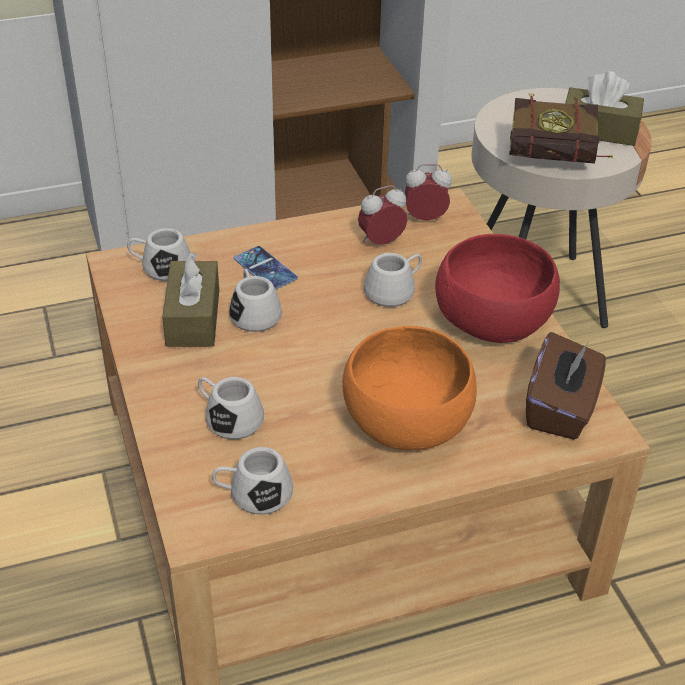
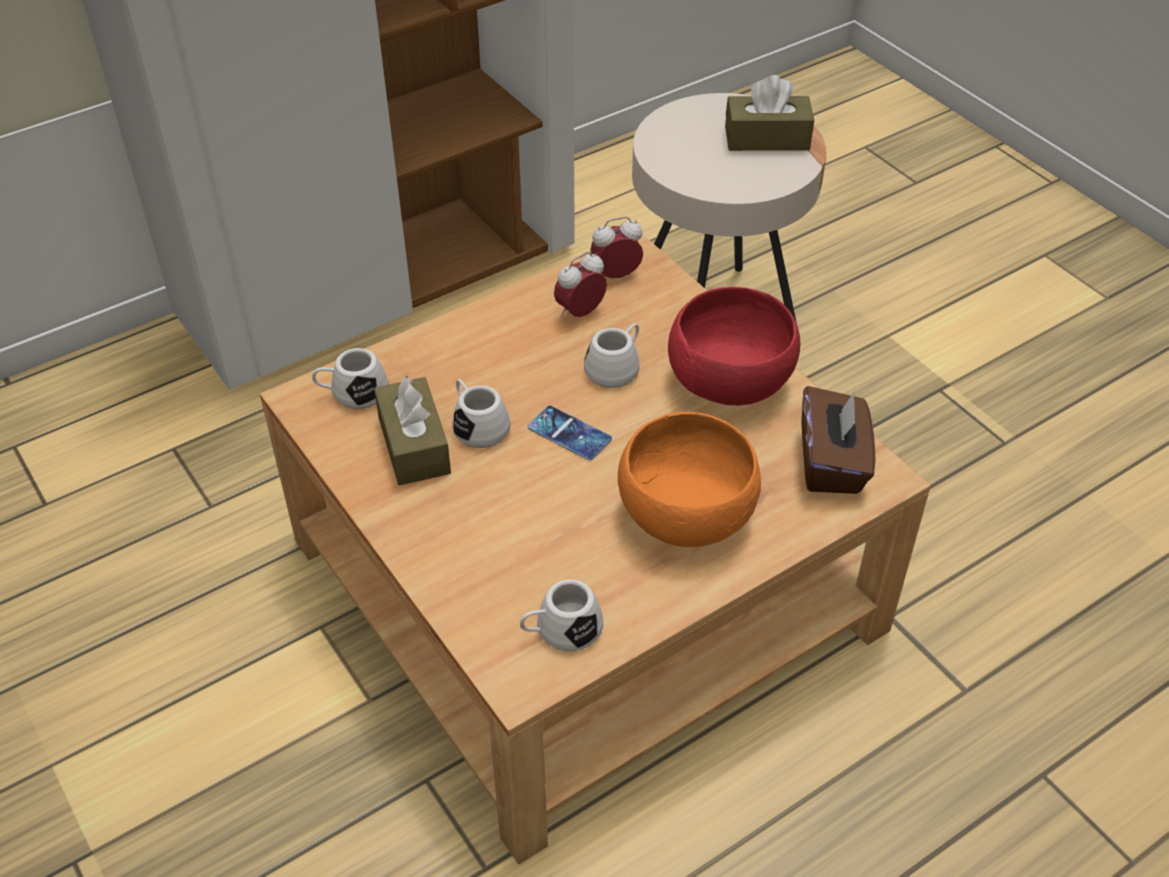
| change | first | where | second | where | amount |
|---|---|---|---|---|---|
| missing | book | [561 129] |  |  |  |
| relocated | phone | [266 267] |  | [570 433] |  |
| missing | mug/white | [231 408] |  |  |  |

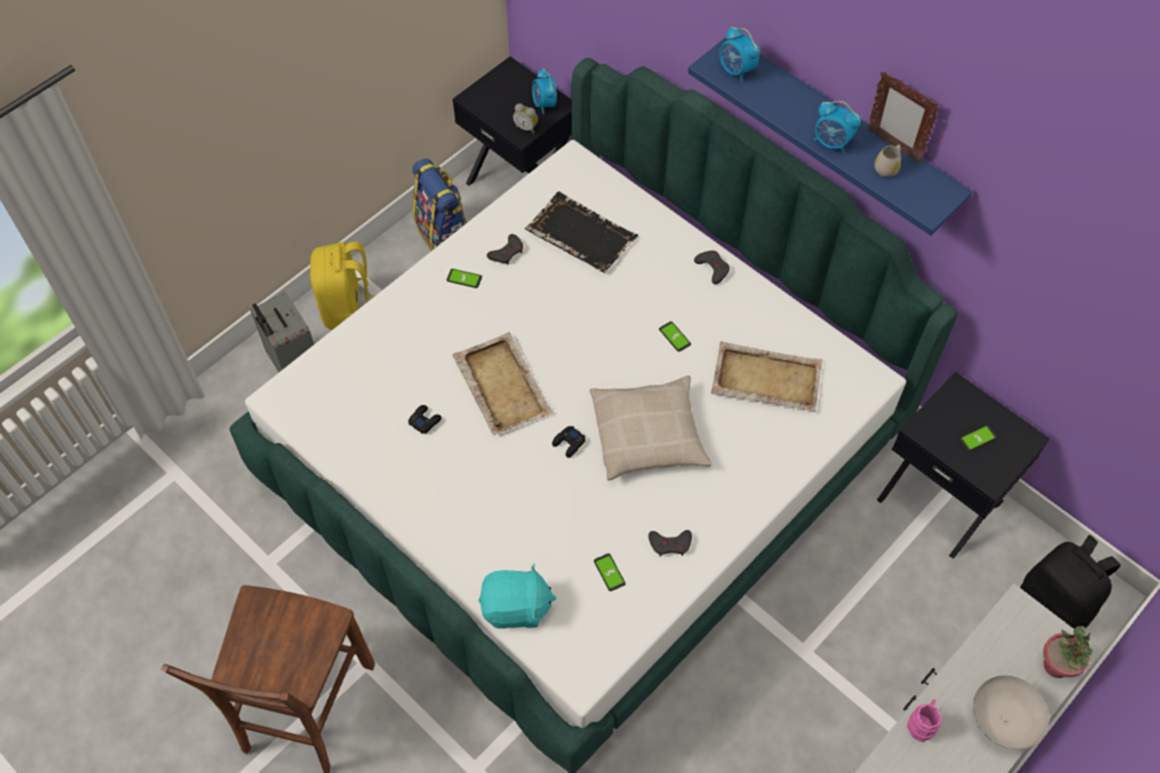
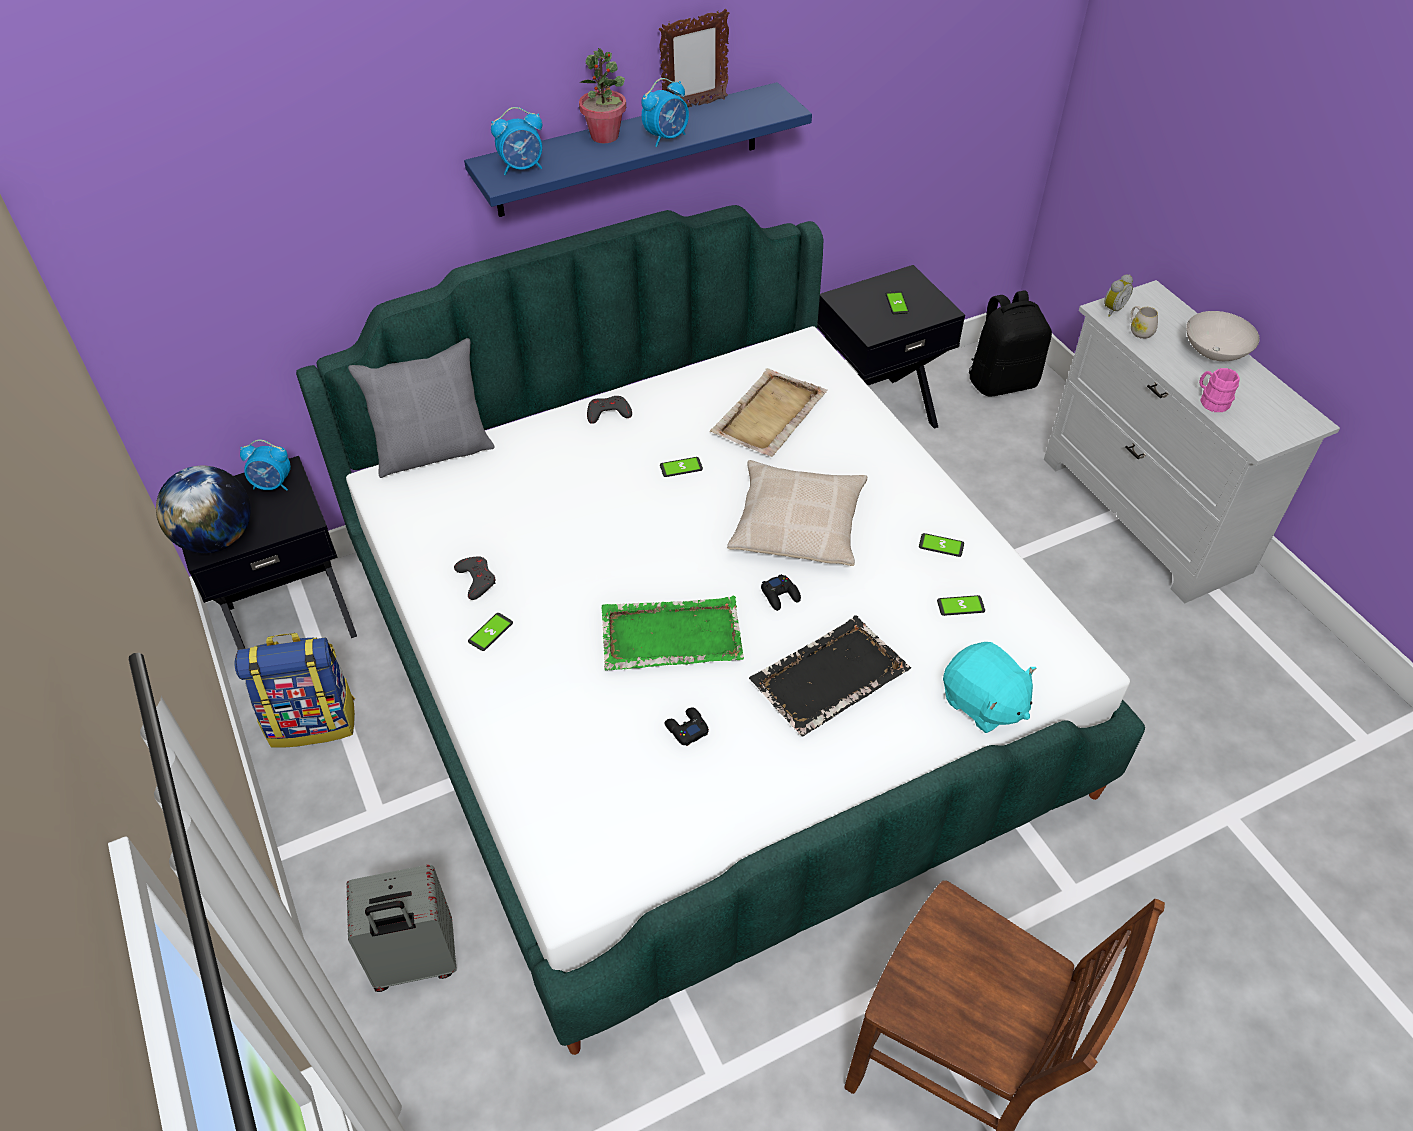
| change | first | where | second | where | amount |
|---|---|---|---|---|---|
| relocated | alarm clock | [525 118] |  | [1118 295] |  |
| relocated | mug/white | [887 161] |  | [1144 322] |  |
| relocated | tray/black | [581 232] |  | [830 675] |  |
| missing | backpack/yellow | [343 286] |  |  |  |
| colour | tray/beige | [502 383] | tray/green | [672 633] |  |
| exchanged | game controller/grey | [670 543] | phone | [941 545] |  |
| spun | plush toy/turquoise | [517 596] |  | [990 687] | 120 degrees clockwise |
| relocated | potted plant | [1068 652] |  | [602 95] |  |
| appeared |  |  | pillow/grey | [421 408] |  |
| appeared |  |  | globe | [203 509] |  |

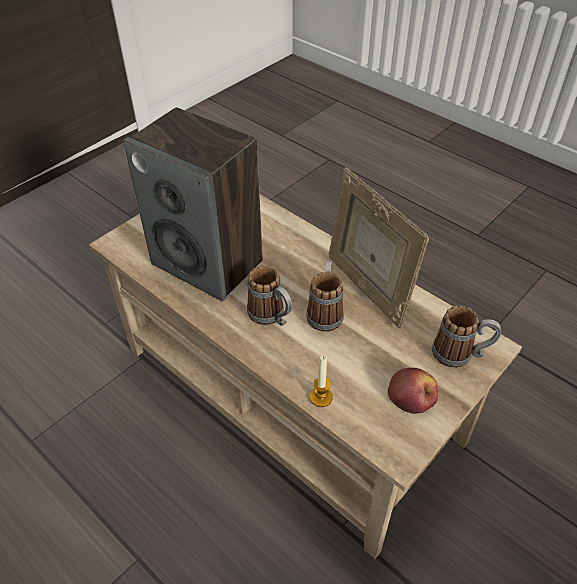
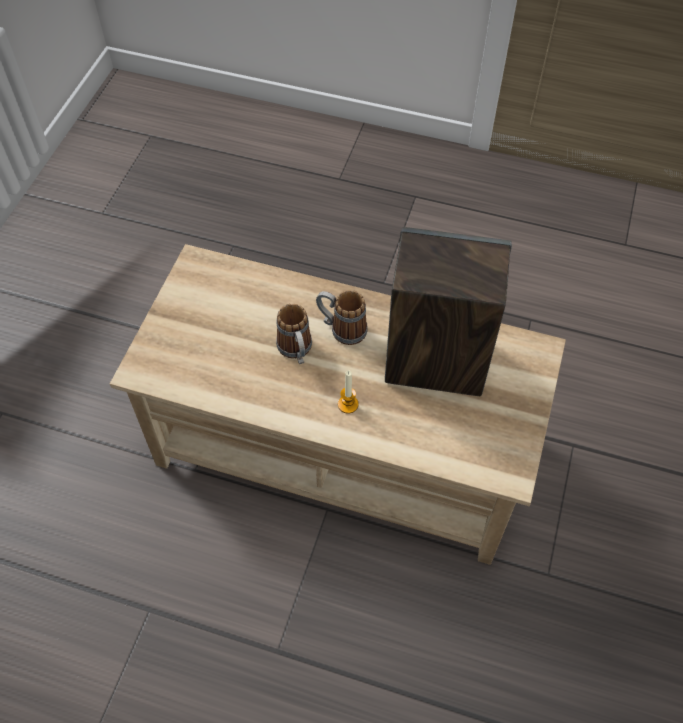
| change | first | where | second | where | amount |
|---|---|---|---|---|---|
| missing | picture frame | [379 248] |  |  |  |
| missing | mug | [466 336] |  |  |  |
| relocated | candle | [321 381] |  | [348 392] |  |
| missing | apple | [413 391] |  |  |  |

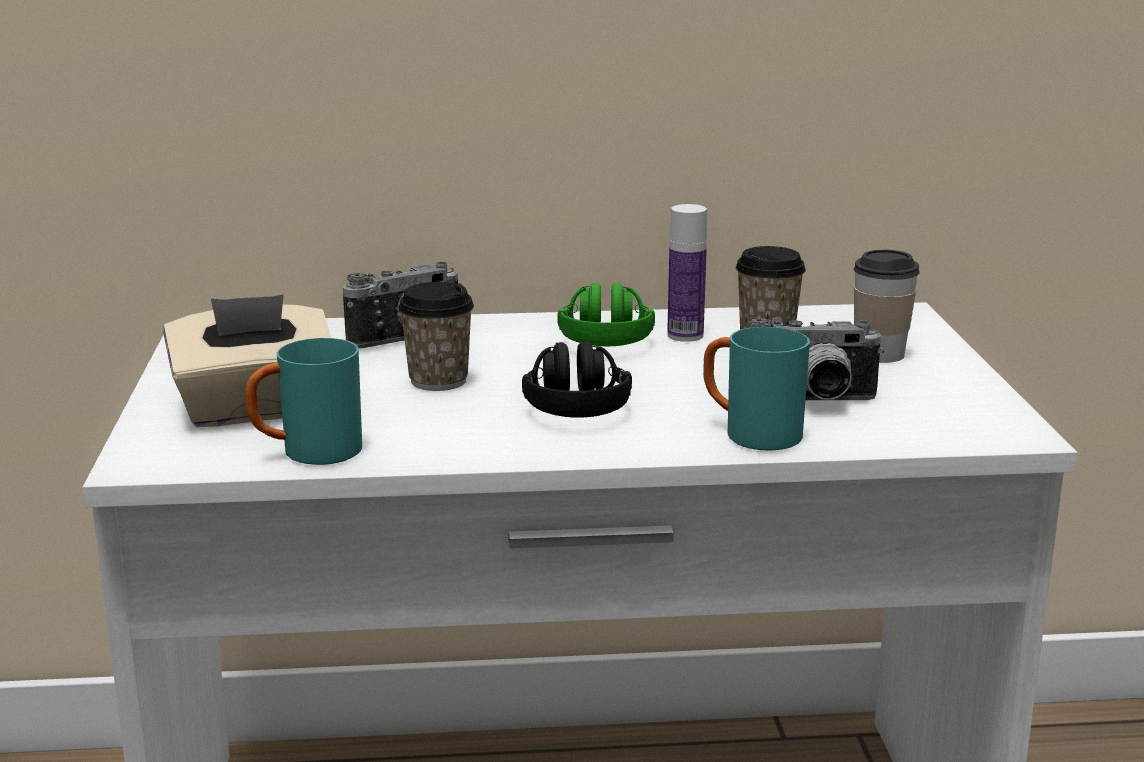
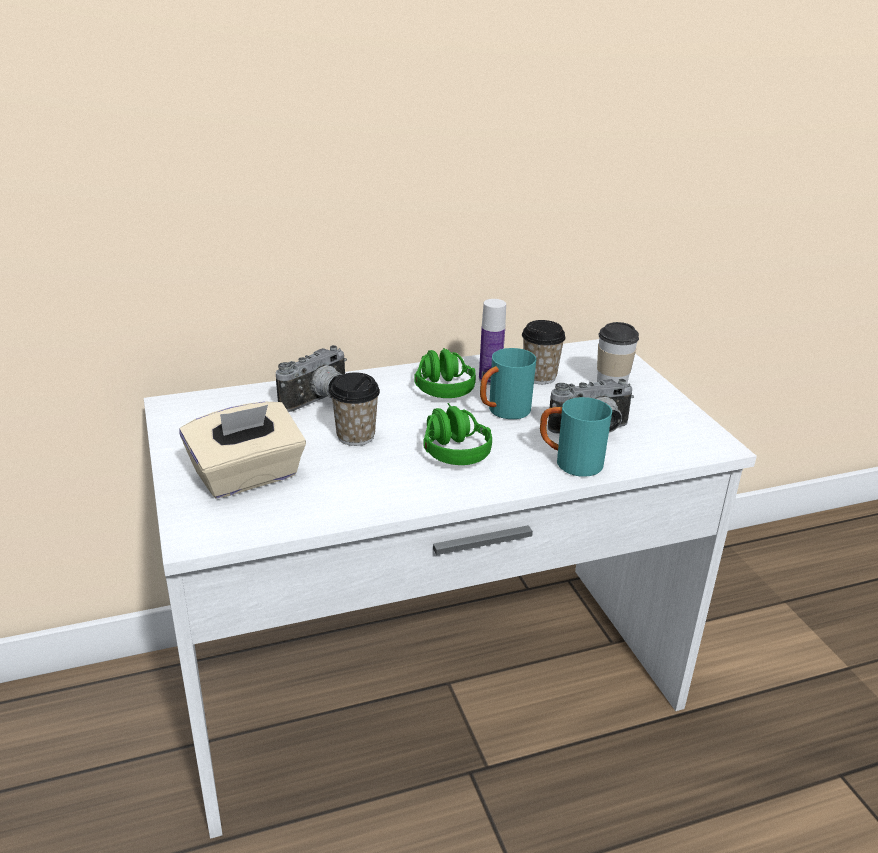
| change | first | where | second | where | amount |
|---|---|---|---|---|---|
| relocated | mug/turquoise | [303 401] |  | [508 383] |  |
| colour | headphones/black | [577 380] | headphones/green | [457 434] |  |

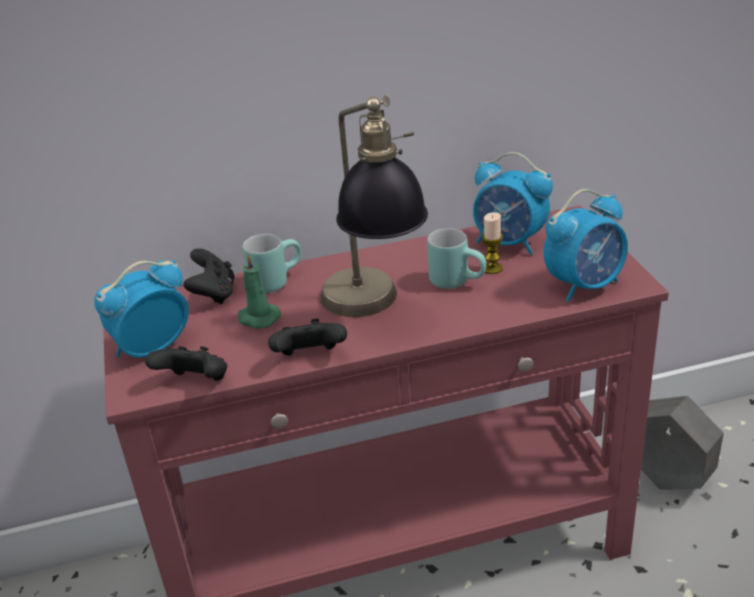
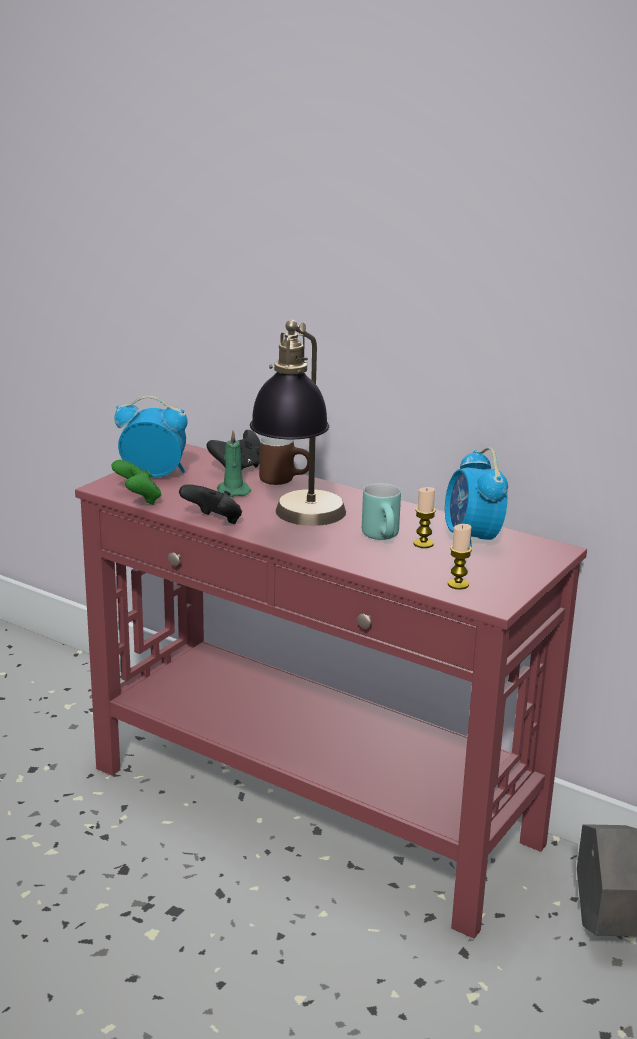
| change | first | where | second | where | amount |
|---|---|---|---|---|---|
| exchanged | alarm clock | [586 245] | candle | [460 557] |  |
| colour | mug/turquoise | [272 263] | mug/brown | [284 460] |  |
| colour | game controller/black | [186 363] | game controller/green | [136 482] |  |

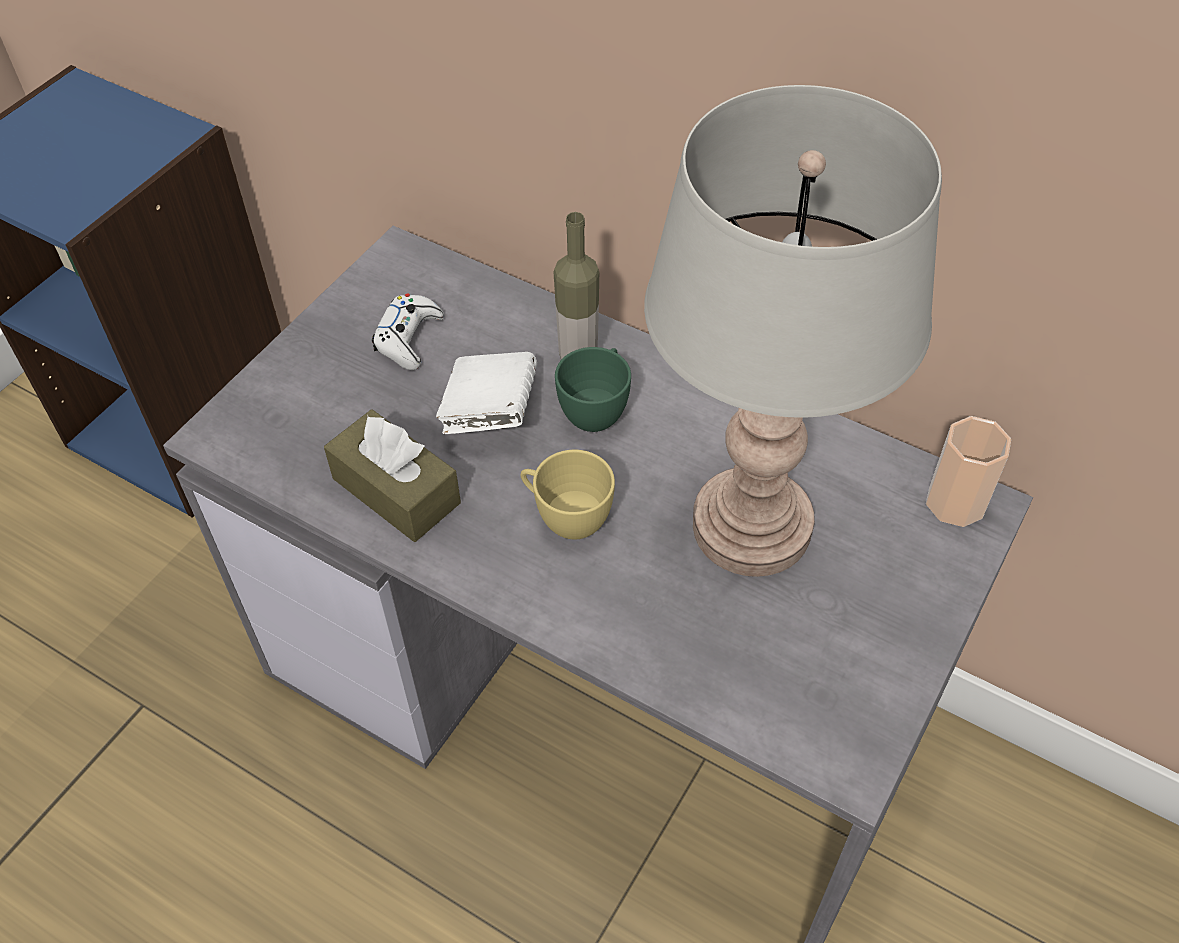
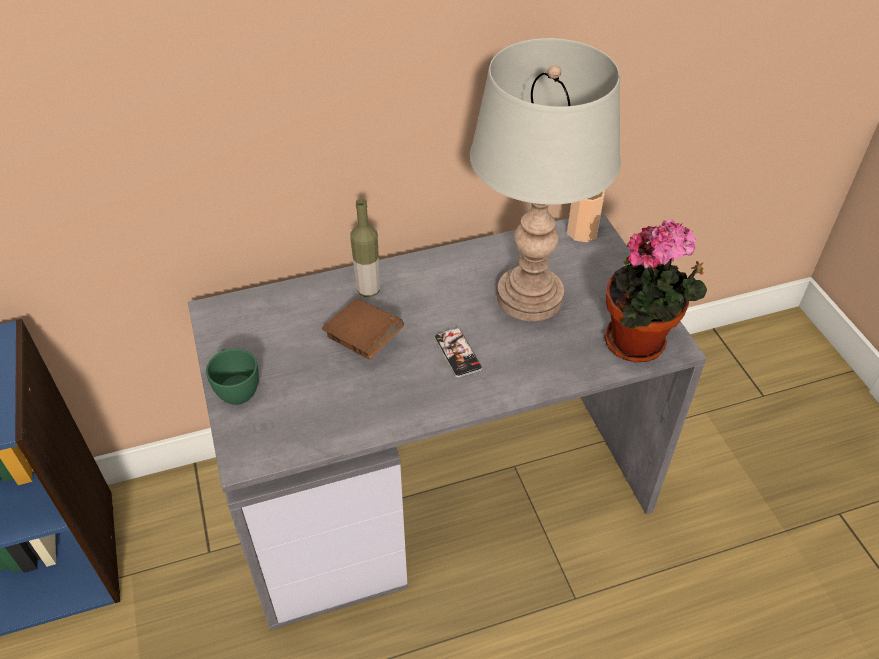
| change | first | where | second | where | amount |
|---|---|---|---|---|---|
| missing | game controller/white | [408 331] |  |  |  |
| relocated | cup/green | [593 389] |  | [232 377] |  |
| colour | book/white | [486 393] | book/brown | [363 328] |  |
| missing | tissue box/brown | [392 475] |  |  |  |
| exchanged | cup/yellow | [568 494] | phone | [458 353] |  |
| appeared |  |  | potted plant | [655 290] |  |

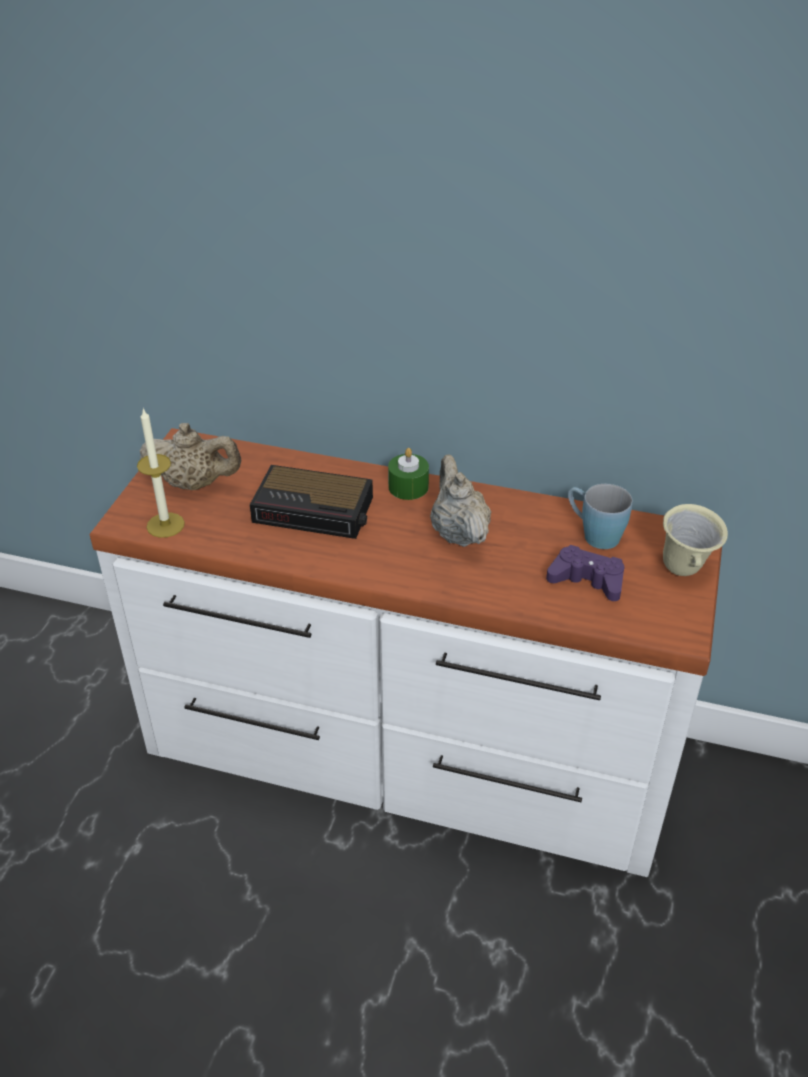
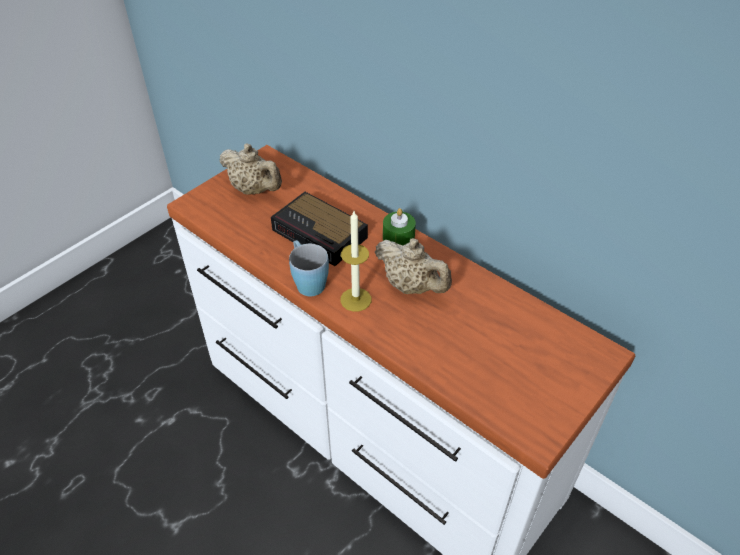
| change | first | where | second | where | amount |
|---|---|---|---|---|---|
| relocated | candle | [161 473] |  | [355 261] |  |
| spun | teapot/beige | [460 500] |  | [413 266] | 120 degrees clockwise |
| relocated | mug/blue | [600 516] |  | [309 268] |  |
| missing | mug/beige | [695 540] |  |  |  |
| missing | game controller/purple | [585 573] |  |  |  |

